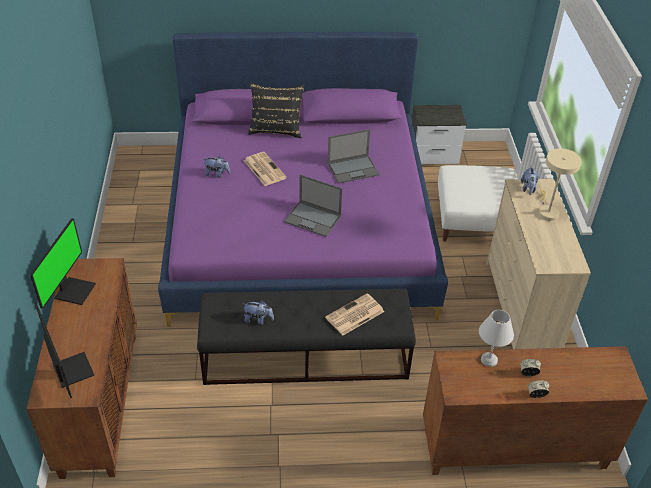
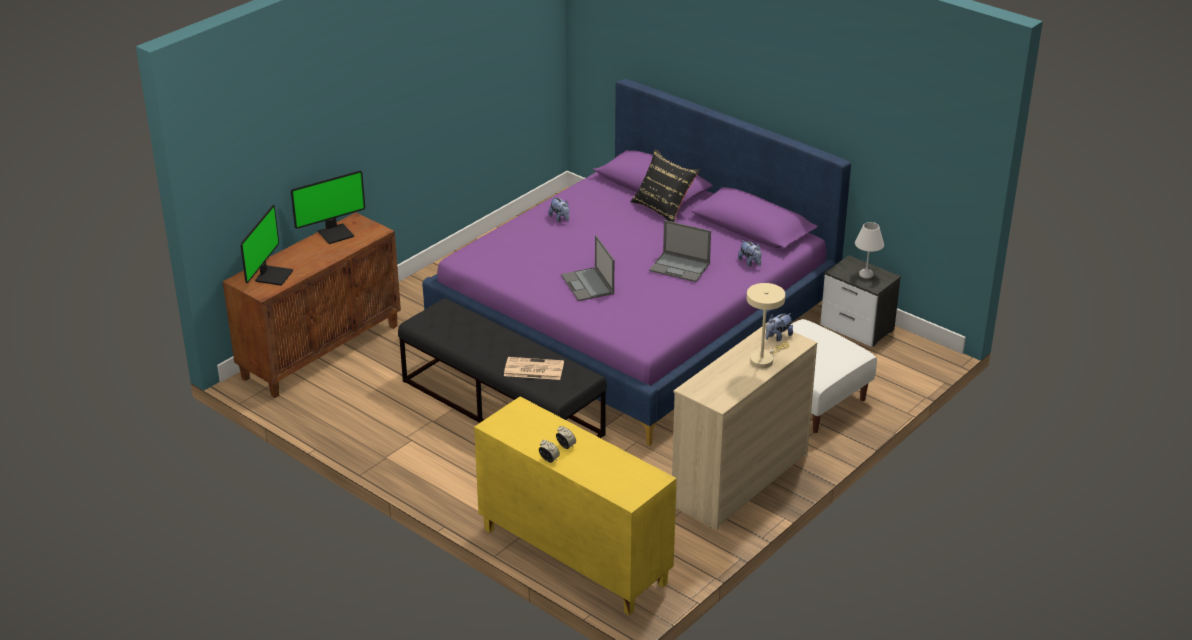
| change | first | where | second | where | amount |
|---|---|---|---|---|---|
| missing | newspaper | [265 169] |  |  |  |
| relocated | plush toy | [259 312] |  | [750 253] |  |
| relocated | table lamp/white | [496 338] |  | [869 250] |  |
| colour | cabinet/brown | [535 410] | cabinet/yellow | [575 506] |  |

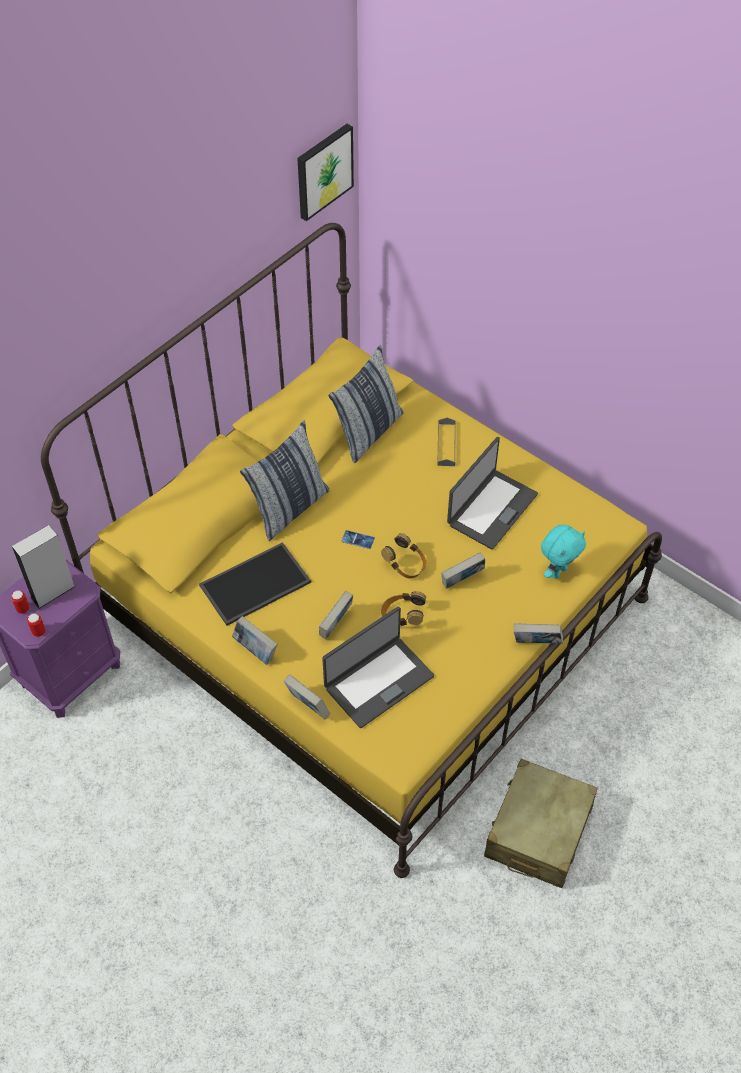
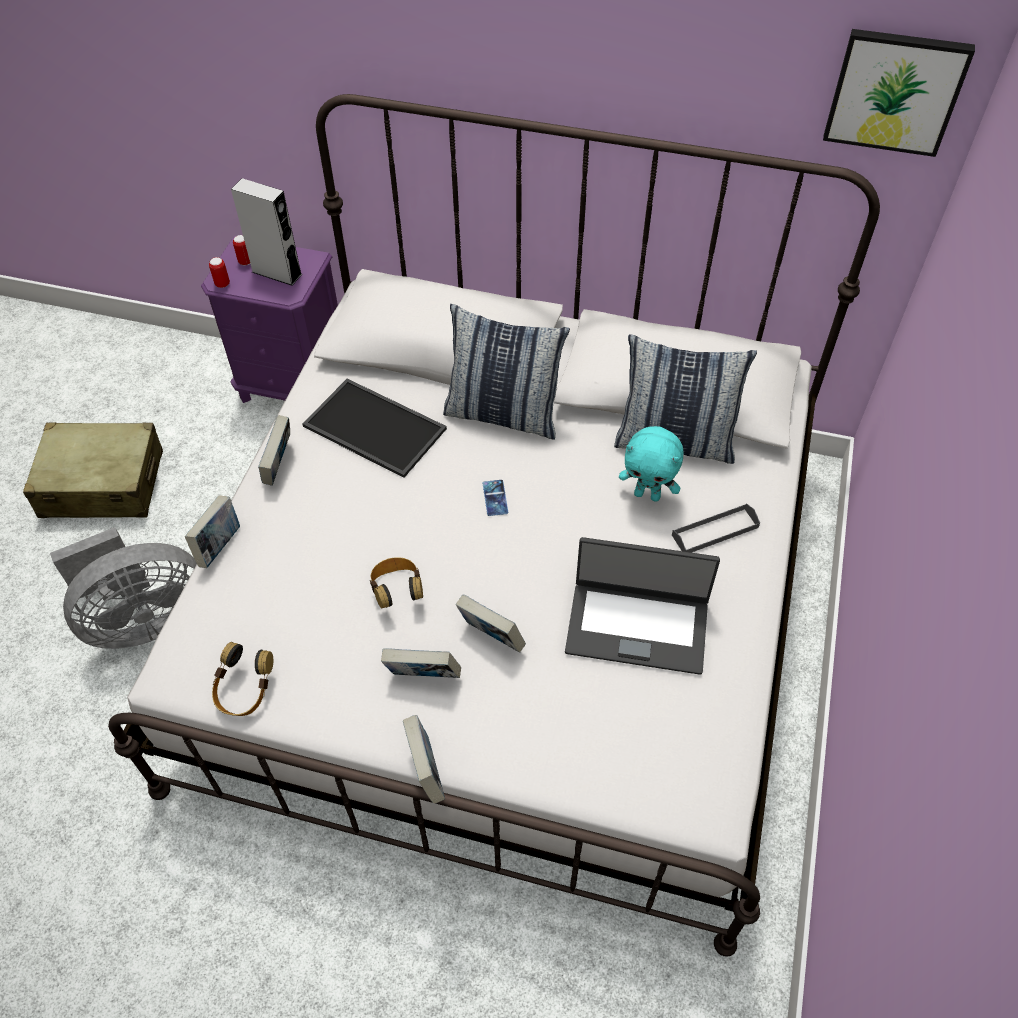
| change | first | where | second | where | amount |
|---|---|---|---|---|---|
| colour | bed/yellow | [351 550] | bed/white | [494 525] |  |
| relocated | plush toy/turquoise | [563 551] |  | [651 464] |  |
| relocated | headphones | [403 556] |  | [242 679] |  |
| relocated | book | [336 615] |  | [421 663] |  |
| missing | laptop | [378 667] |  |  |  |
| relocated | suitcase/beige | [541 823] |  | [93 470] |  |
| appeared |  |  | fan/grey | [123 588] |  |

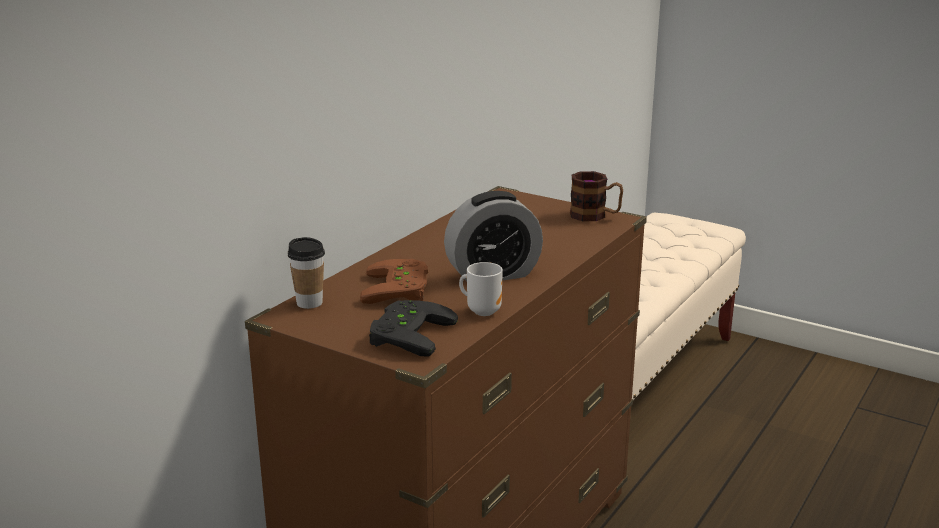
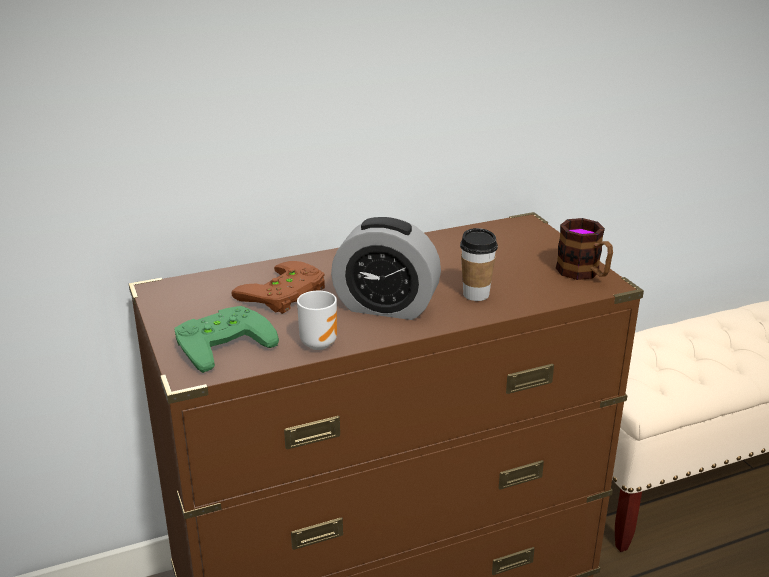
| change | first | where | second | where | amount |
|---|---|---|---|---|---|
| relocated | cup | [306 273] |  | [479 264] |  |
| colour | game controller/black | [413 328] | game controller/green | [226 339] |  |

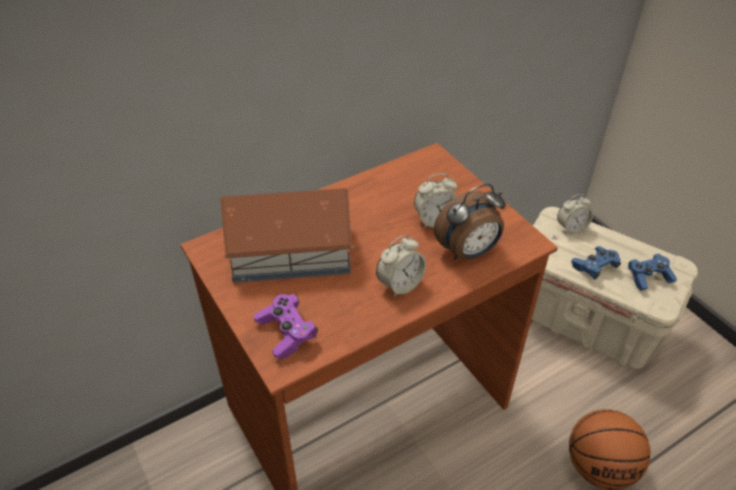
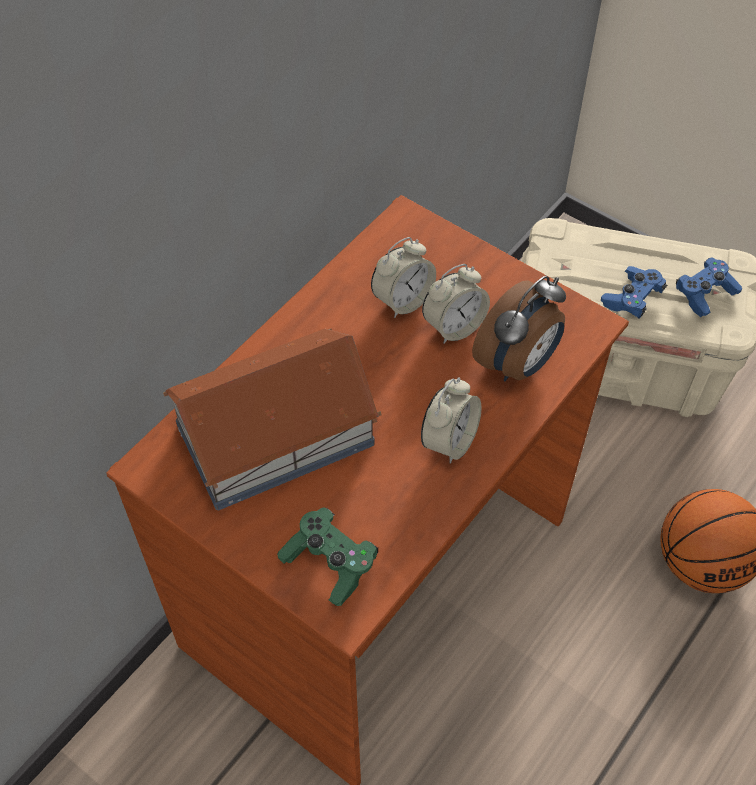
| change | first | where | second | where | amount |
|---|---|---|---|---|---|
| relocated | alarm clock | [575 214] |  | [403 277] |  |
| colour | game controller/purple | [286 327] | game controller/green | [327 556] |  |

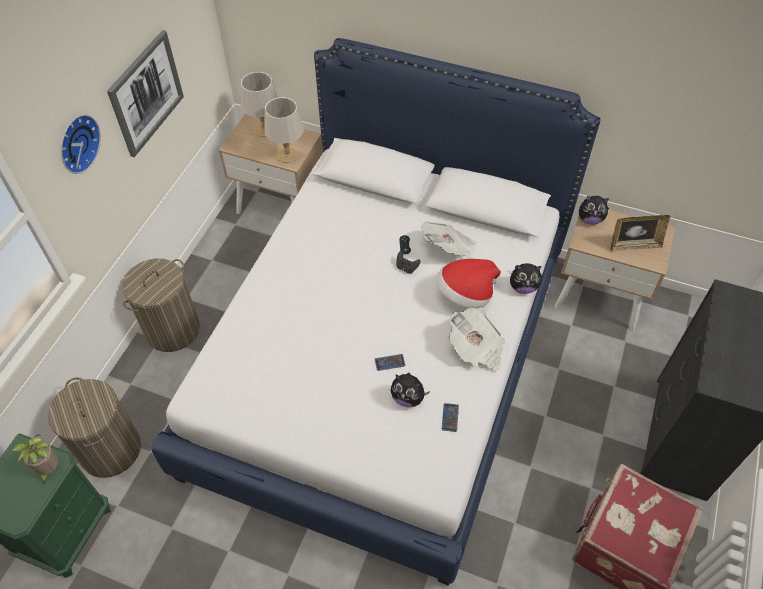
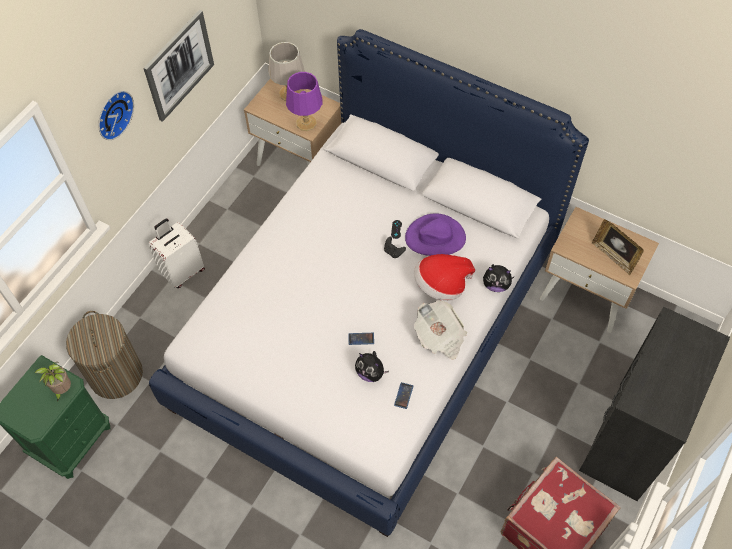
| change | first | where | second | where | amount |
|---|---|---|---|---|---|
| colour | table lamp/grey | [284 130] | table lamp/purple | [304 101] |  |
| missing | plush toy | [594 210] |  |  |  |
| spun | picture frame | [640 233] |  | [617 247] | 45 degrees clockwise |
| exchanged | newspaper | [448 239] | hat/purple | [435 234] |  |
| exchanged | laundry basket | [161 305] | suitcase/white | [176 253] |  |

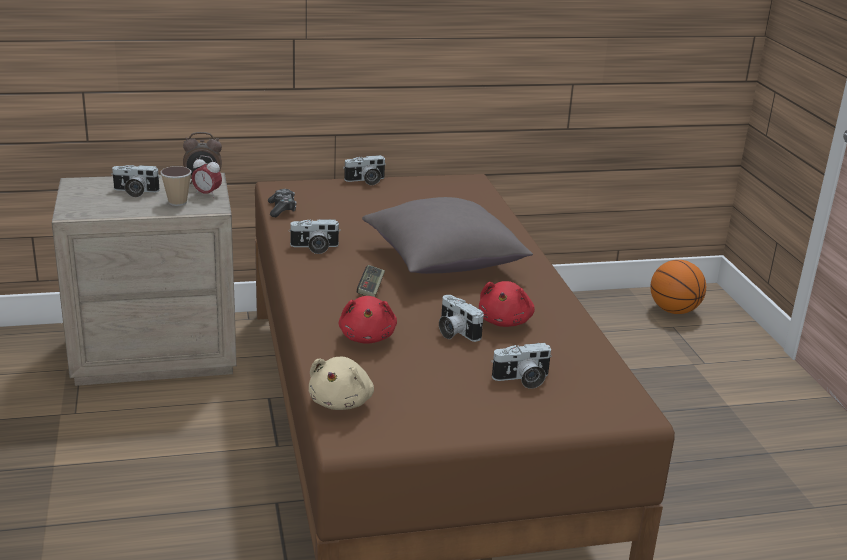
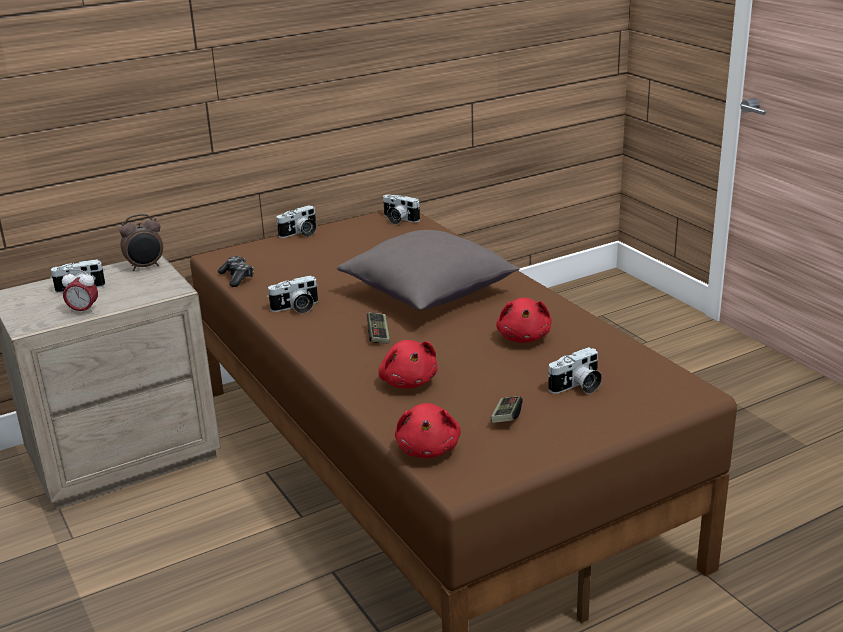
| change | first | where | second | where | amount |
|---|---|---|---|---|---|
| relocated | alarm clock | [207 176] |  | [80 292] |  |
| missing | cup | [176 186] |  |  |  |
| missing | basketball | [678 287] |  |  |  |
| relocated | photo camera | [461 318] |  | [401 209] |  |
| colour | plush toy/beige | [341 383] | plush toy/red | [428 430] |  |
| appeared |  |  | game controller | [507 409] |  |

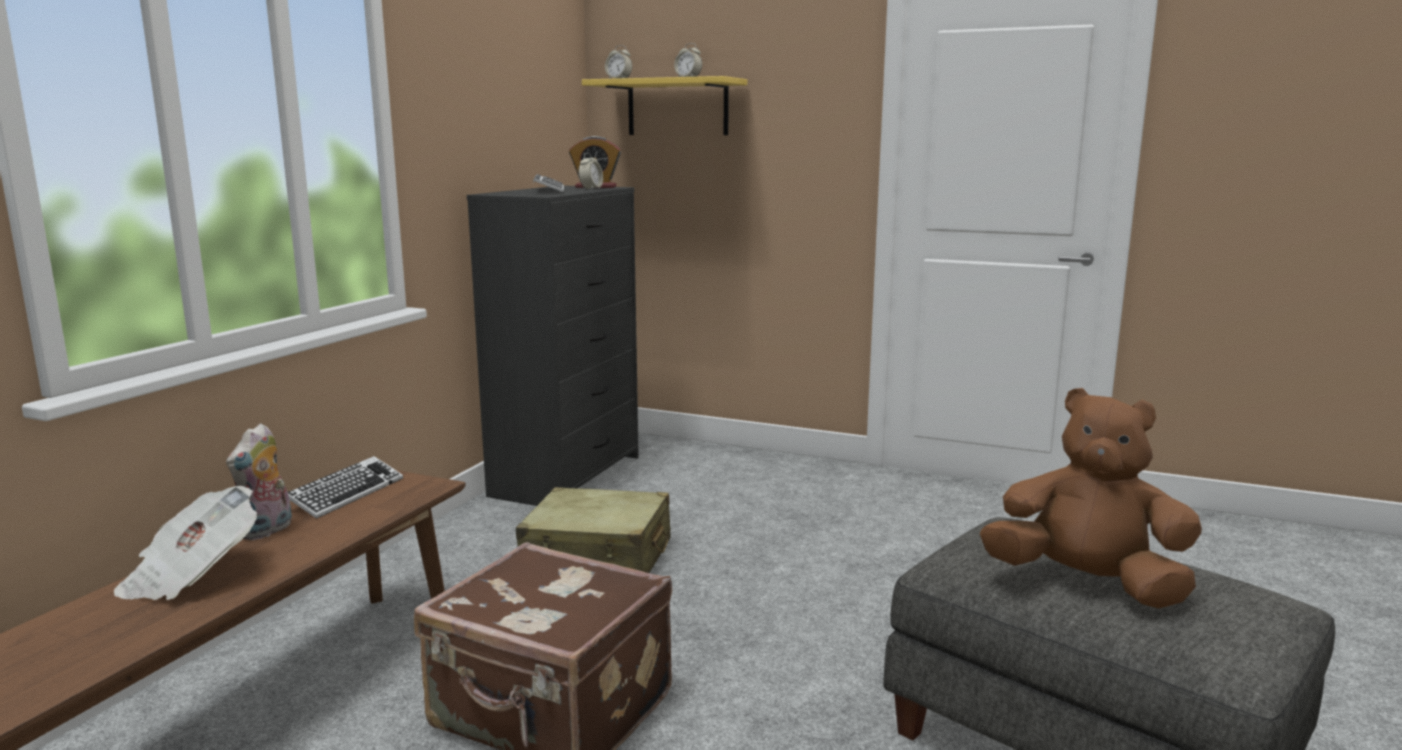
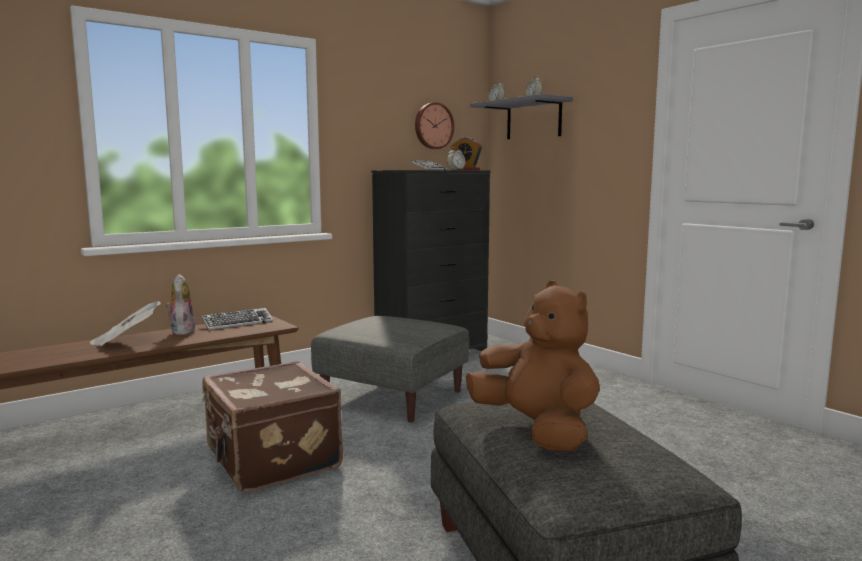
| change | first | where | second | where | amount |
|---|---|---|---|---|---|
| colour | shelf/yellow | [664 105] | shelf/grey | [521 116] |  |
| spun | plush toy | [259 481] |  | [181 304] | 120 degrees clockwise |
| exchanged | suitcase/beige | [593 530] | ottoman/grey | [390 369] |  |
| appeared |  |  | wall clock | [434 125] |  |

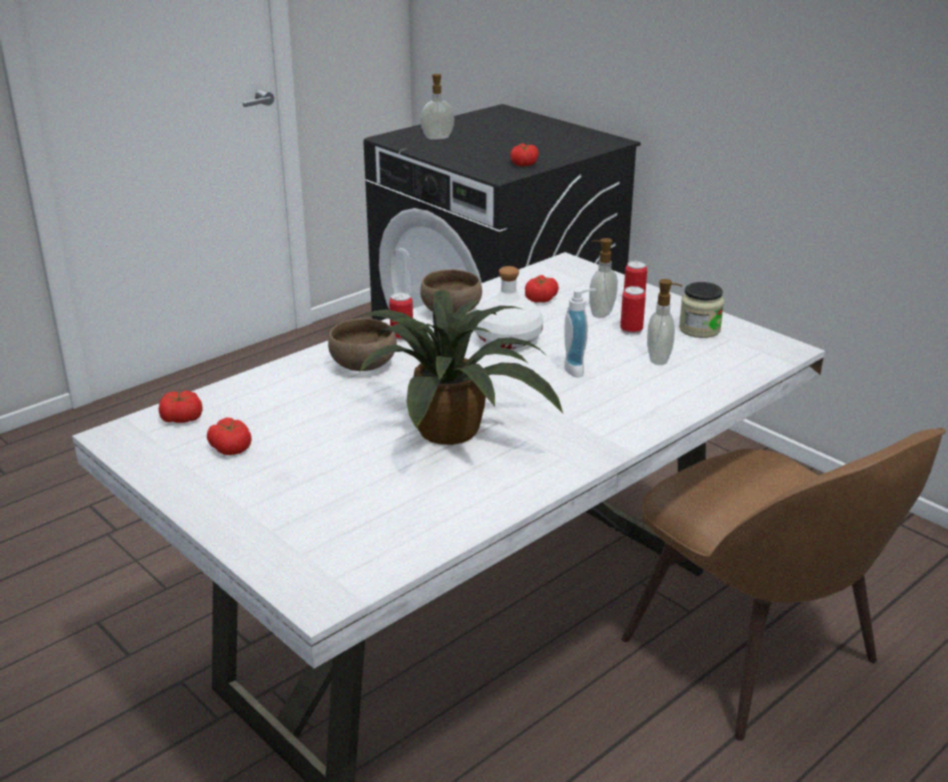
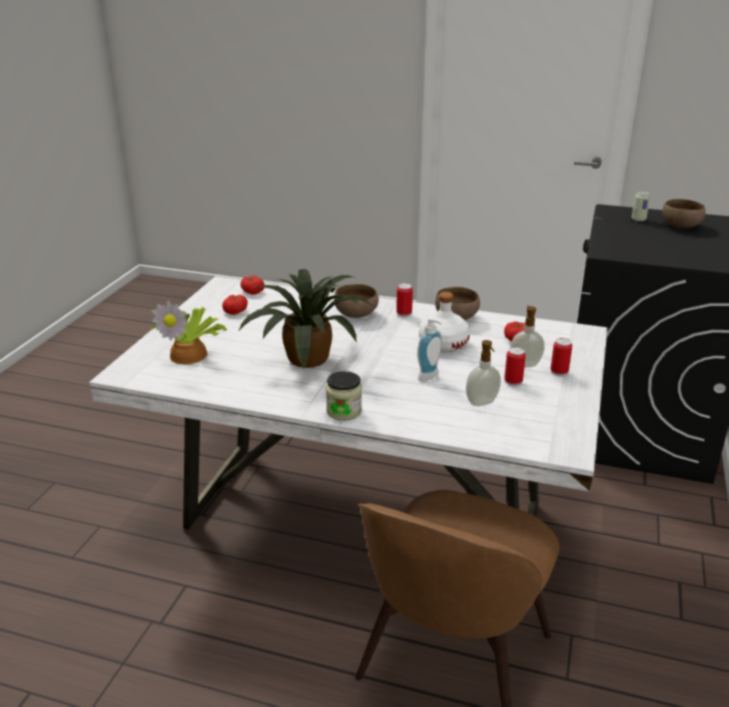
| change | first | where | second | where | amount |
|---|---|---|---|---|---|
| exchanged | soap dispenser | [437 107] | can | [641 206] |  |
| missing | tomato | [524 154] |  |  |  |
| relocated | jar | [701 310] |  | [344 396] |  |
| appeared |  |  | bowl/brown | [684 213] |  |
| appeared |  |  | potted plant | [188 332] |  |

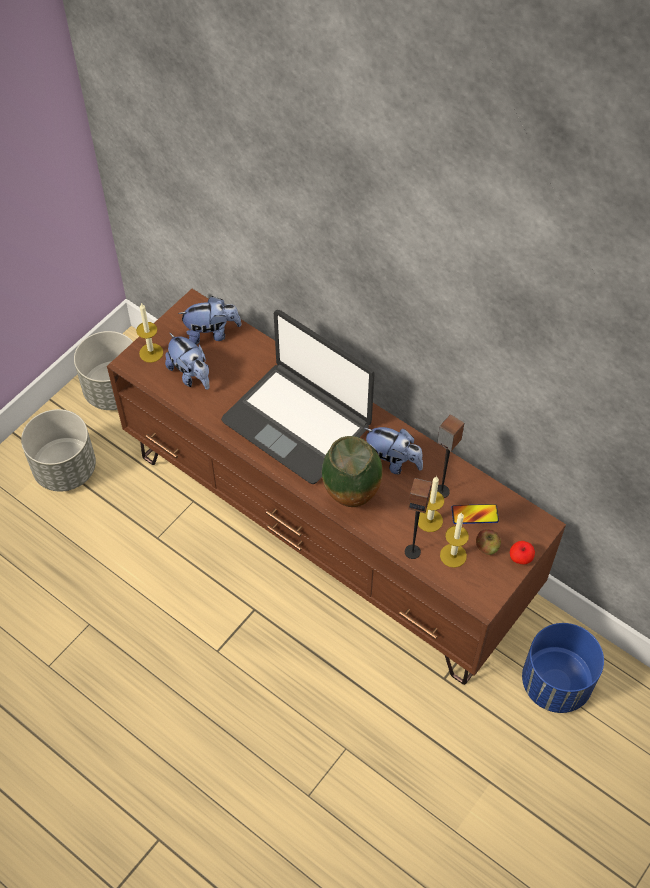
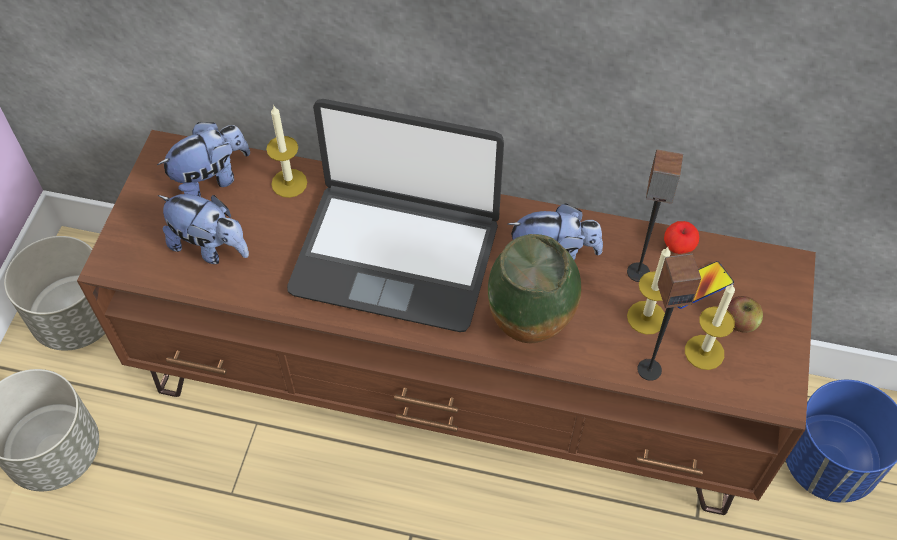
| change | first | where | second | where | amount |
|---|---|---|---|---|---|
| relocated | candle | [149 333] |  | [286 151] |  |
| relocated | apple | [522 552] |  | [681 237] |  |

